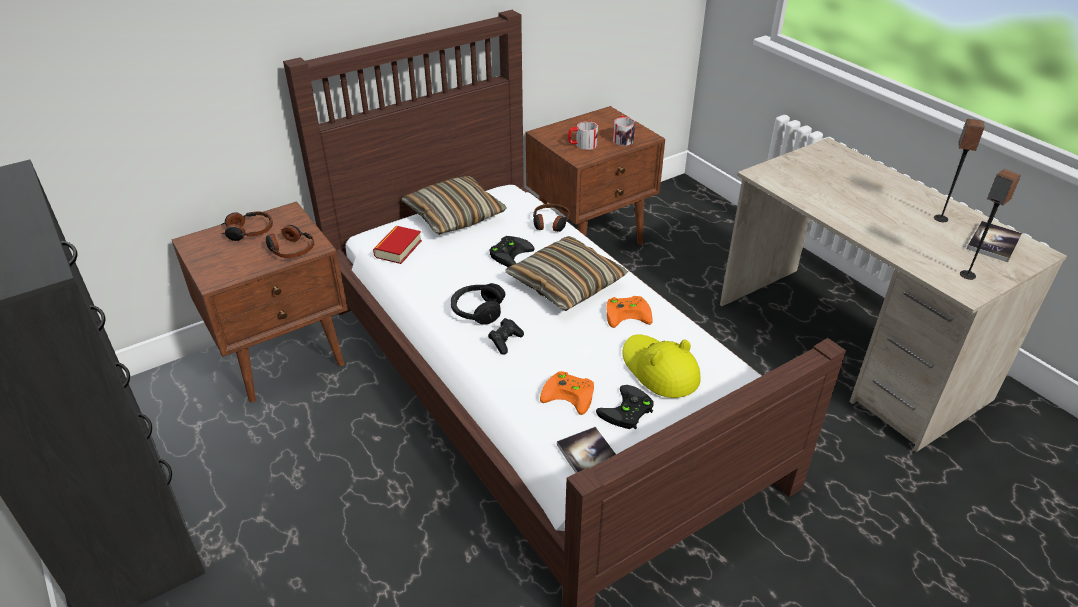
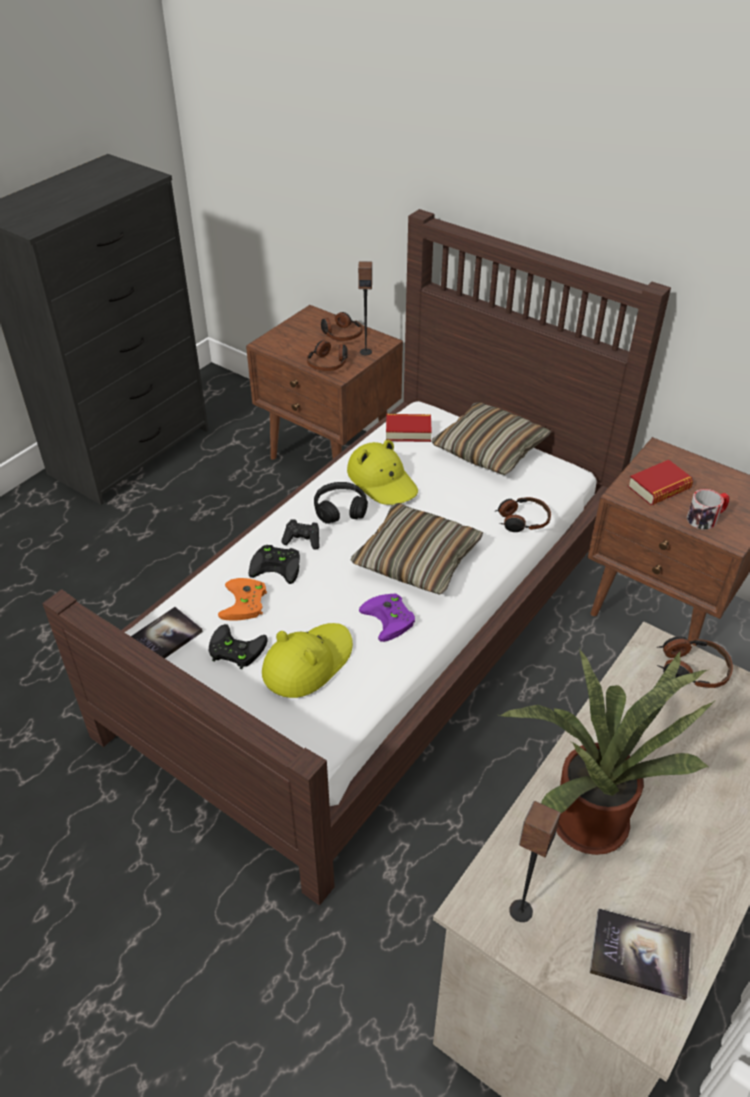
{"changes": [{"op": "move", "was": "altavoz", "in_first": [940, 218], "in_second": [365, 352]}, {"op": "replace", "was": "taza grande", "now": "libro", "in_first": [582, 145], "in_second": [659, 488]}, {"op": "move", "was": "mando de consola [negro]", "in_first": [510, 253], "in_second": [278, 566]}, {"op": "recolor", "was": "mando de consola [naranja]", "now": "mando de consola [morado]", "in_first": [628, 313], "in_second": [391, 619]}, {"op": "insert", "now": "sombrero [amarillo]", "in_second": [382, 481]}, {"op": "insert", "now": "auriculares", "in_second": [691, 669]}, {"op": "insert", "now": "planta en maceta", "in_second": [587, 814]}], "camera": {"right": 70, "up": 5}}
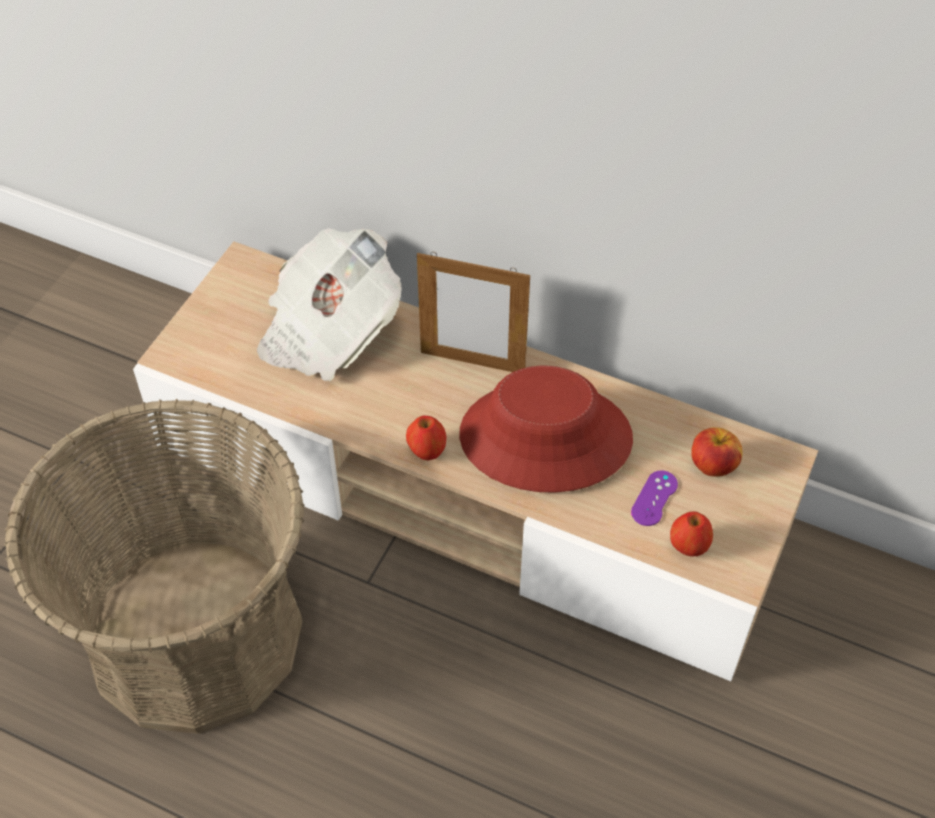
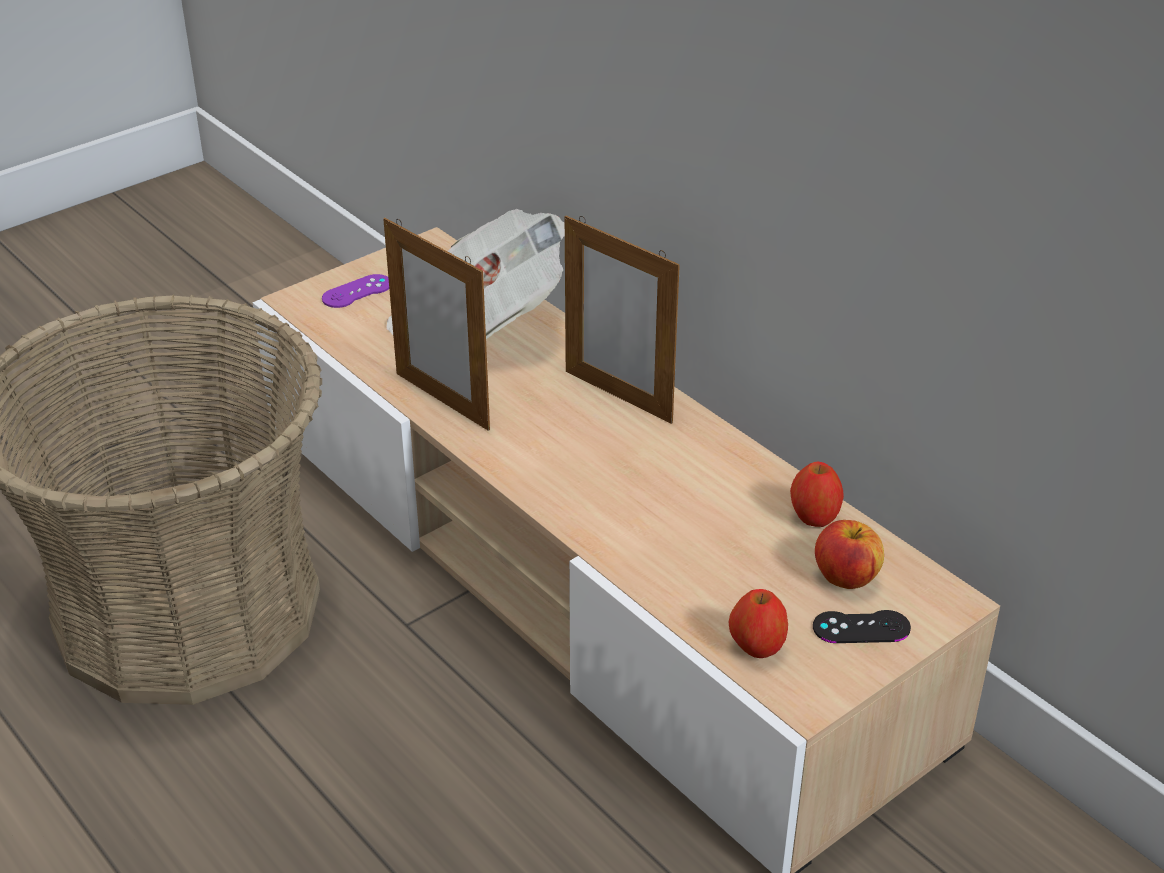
{"changes": [{"op": "delete", "was": "sombrero [rojo]", "in_first": [545, 438]}, {"op": "move", "was": "manzana", "in_first": [427, 451], "in_second": [814, 518]}, {"op": "move", "was": "mando de consola [morado]", "in_first": [654, 498], "in_second": [357, 291]}, {"op": "insert", "now": "portarretratos", "in_second": [442, 401]}, {"op": "insert", "now": "mando de consola [negro]", "in_second": [861, 627]}], "camera": {"right": 25, "up": -15}}
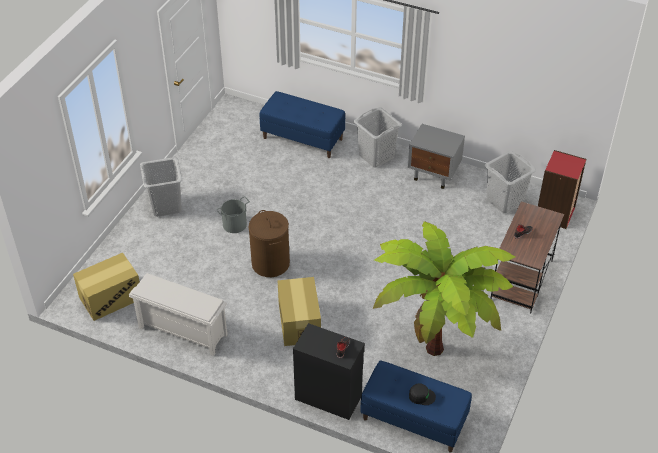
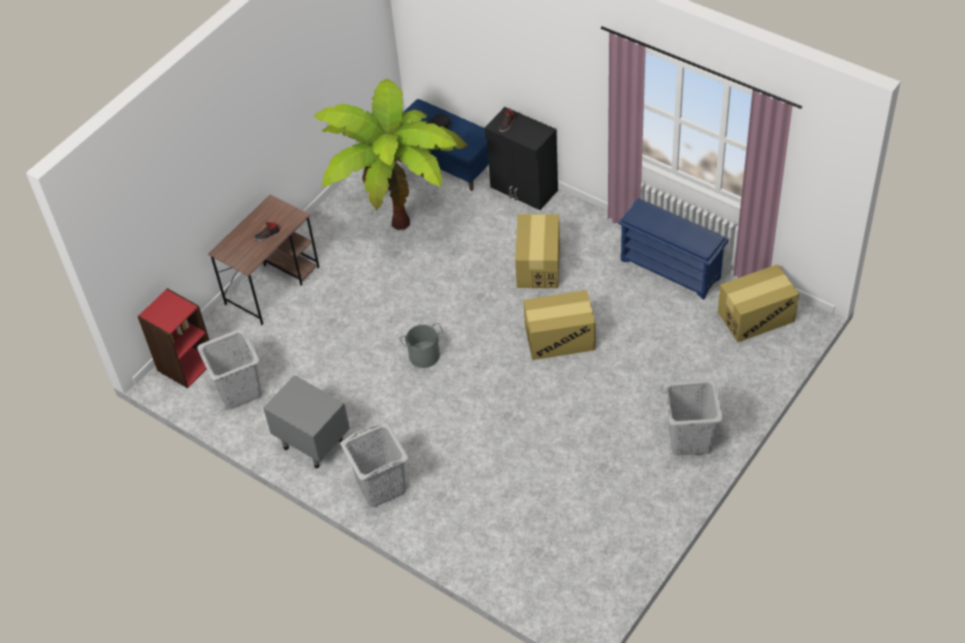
{"changes": [{"op": "delete", "was": "banco [azul]", "in_first": [303, 138]}, {"op": "move", "was": "cubo [gris]", "in_first": [235, 224], "in_second": [424, 355]}, {"op": "replace", "was": "cesto de la ropa [marrón]", "now": "caja de cartón", "in_first": [271, 263], "in_second": [559, 338]}, {"op": "recolor", "was": "zapatero [blanco]", "now": "zapatero [azul]", "in_first": [182, 331], "in_second": [671, 269]}], "camera": {"right": -165, "up": 5}}
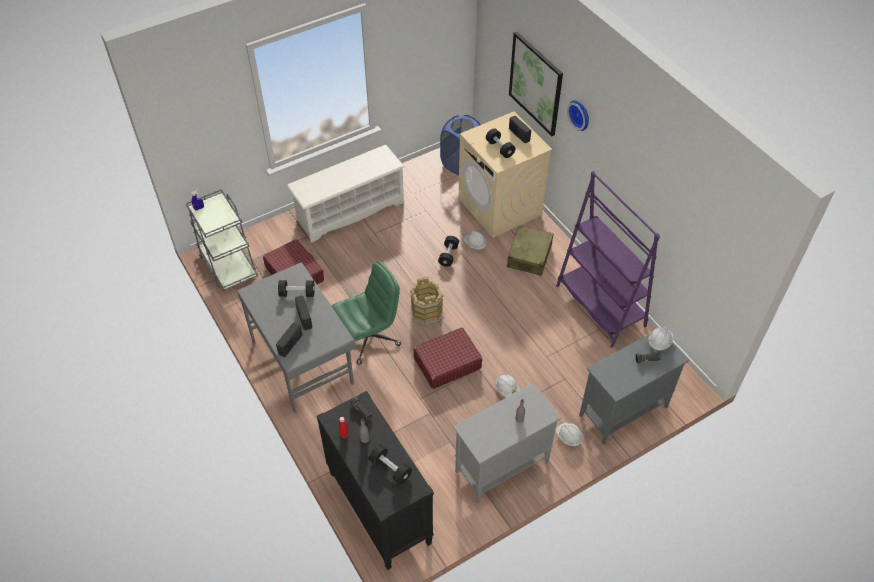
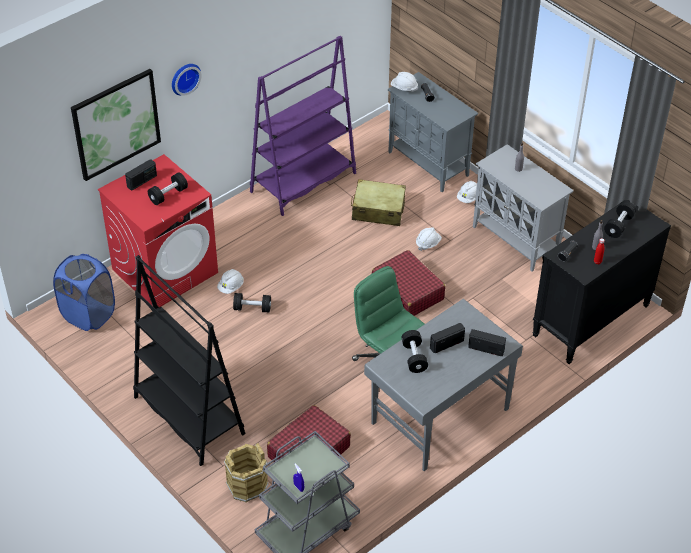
{"changes": [{"op": "recolor", "was": "lavadora [beis]", "now": "lavadora [rojo]", "in_first": [500, 207], "in_second": [165, 270]}, {"op": "replace", "was": "zapatero [blanco]", "now": "estantería [negro]", "in_first": [350, 211], "in_second": [189, 415]}, {"op": "move", "was": "maleta [beis]", "in_first": [529, 256], "in_second": [378, 210]}, {"op": "move", "was": "cubo [marrón]", "in_first": [427, 312], "in_second": [247, 485]}], "camera": {"right": -100, "up": -5}}
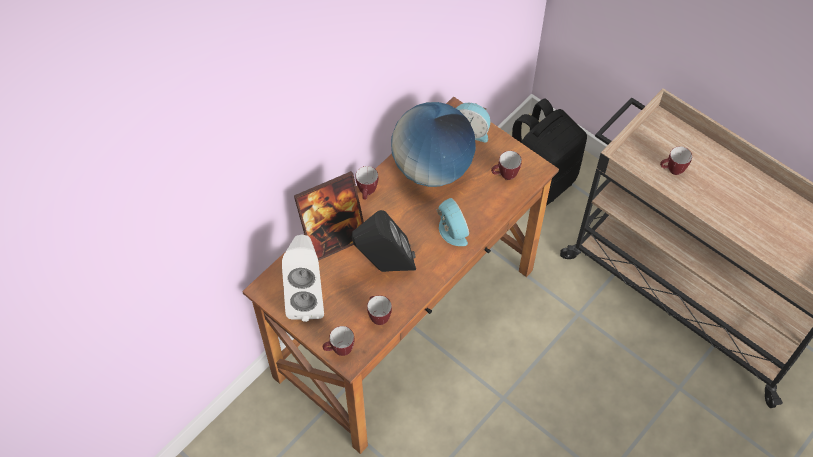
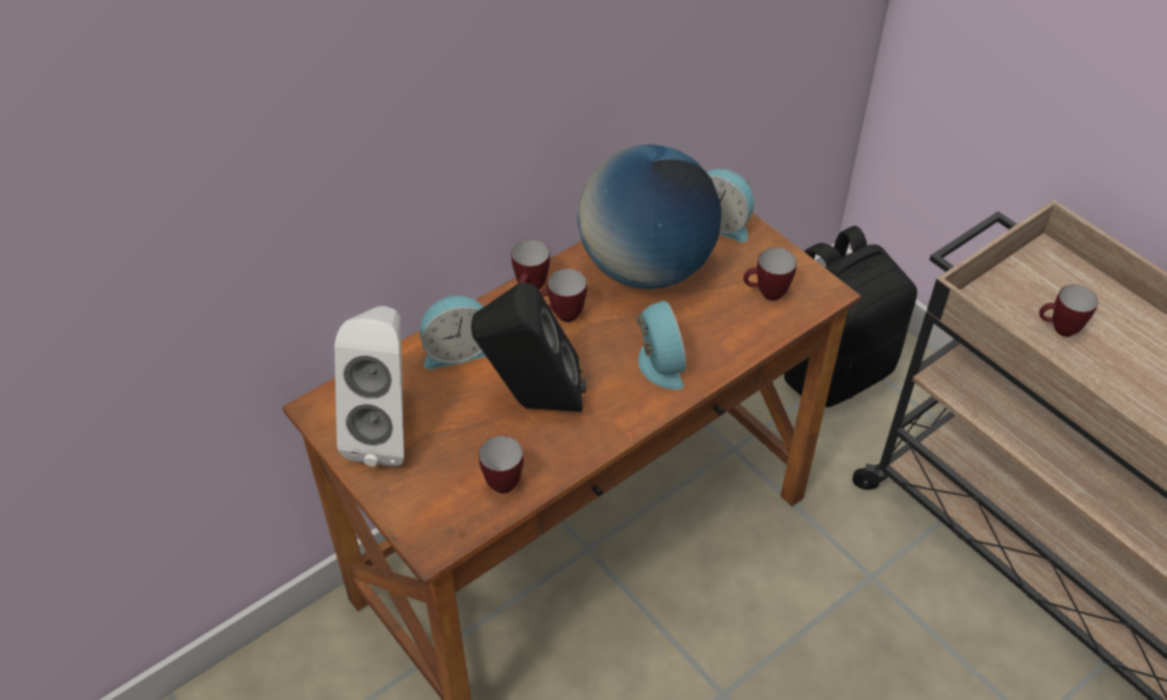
{"changes": [{"op": "replace", "was": "portarretratos", "now": "despertador", "in_first": [334, 239], "in_second": [457, 350]}, {"op": "move", "was": "taza grande", "in_first": [339, 351], "in_second": [561, 316]}], "camera": {"right": 10, "up": -10}}
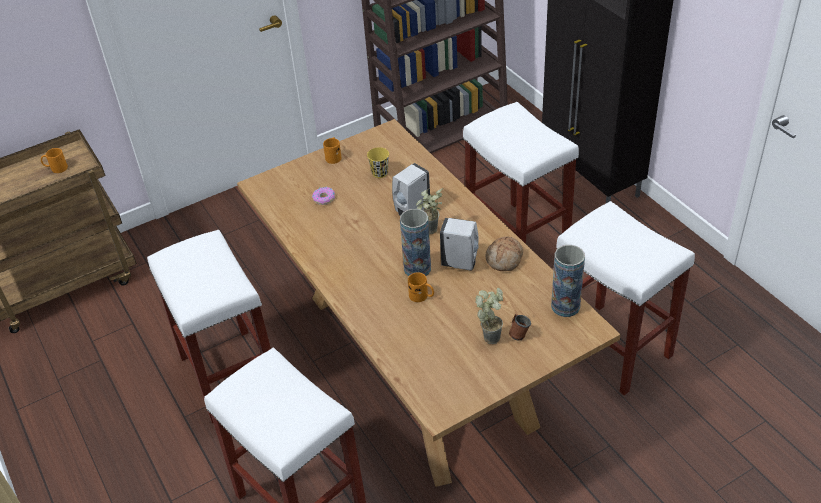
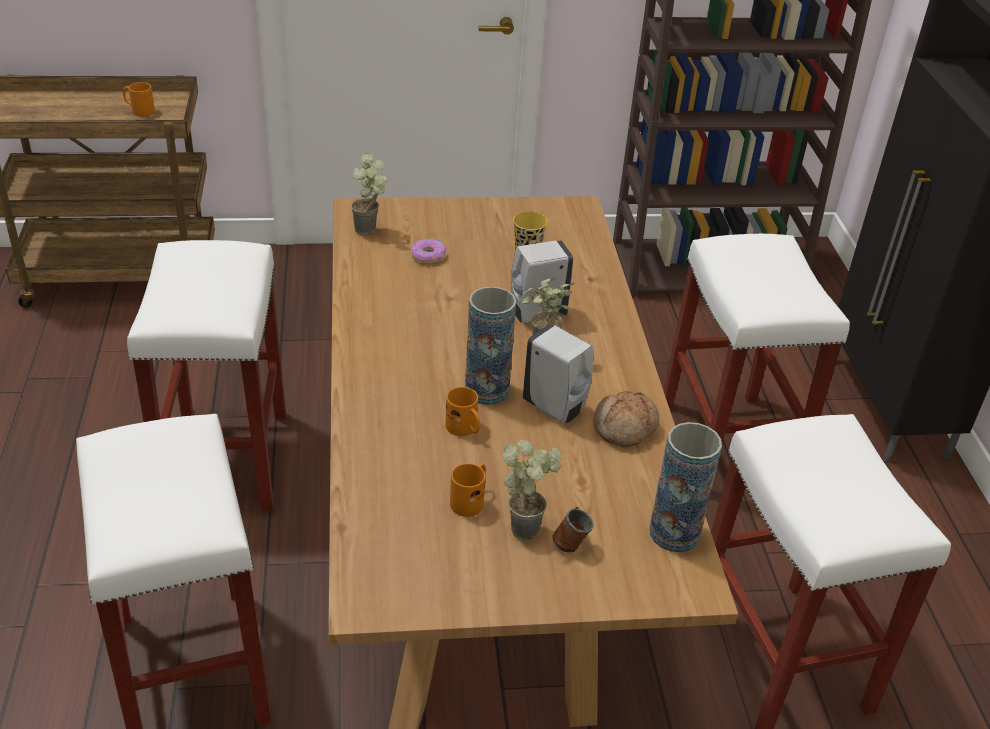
{"changes": [{"op": "move", "was": "taza grande [naranja]", "in_first": [333, 156], "in_second": [470, 500]}, {"op": "insert", "now": "planta en maceta", "in_second": [371, 231]}], "camera": {"right": 20, "up": -5}}
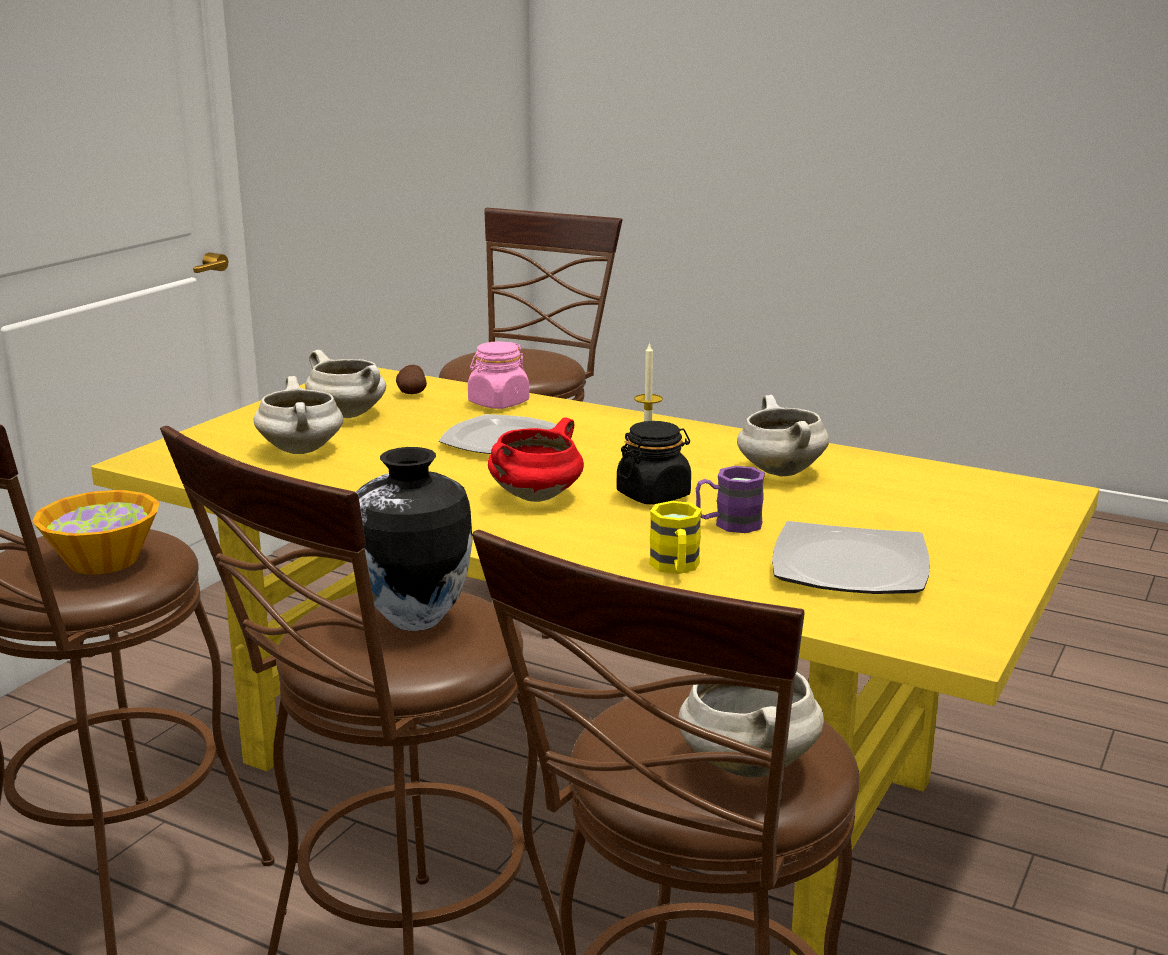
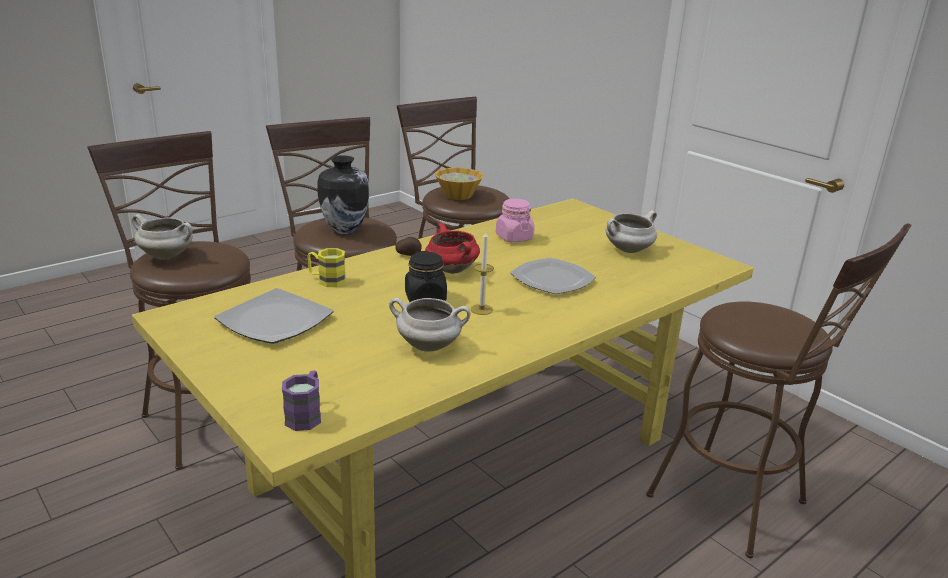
{"changes": [{"op": "move", "was": "tarro [rosa]", "in_first": [498, 403], "in_second": [514, 237]}, {"op": "move", "was": "patata", "in_first": [411, 393], "in_second": [408, 255]}, {"op": "delete", "was": "olla [blanco]", "in_first": [302, 450]}, {"op": "move", "was": "taza grande [morado]", "in_first": [728, 524], "in_second": [306, 415]}], "camera": {"right": 110, "up": 5}}
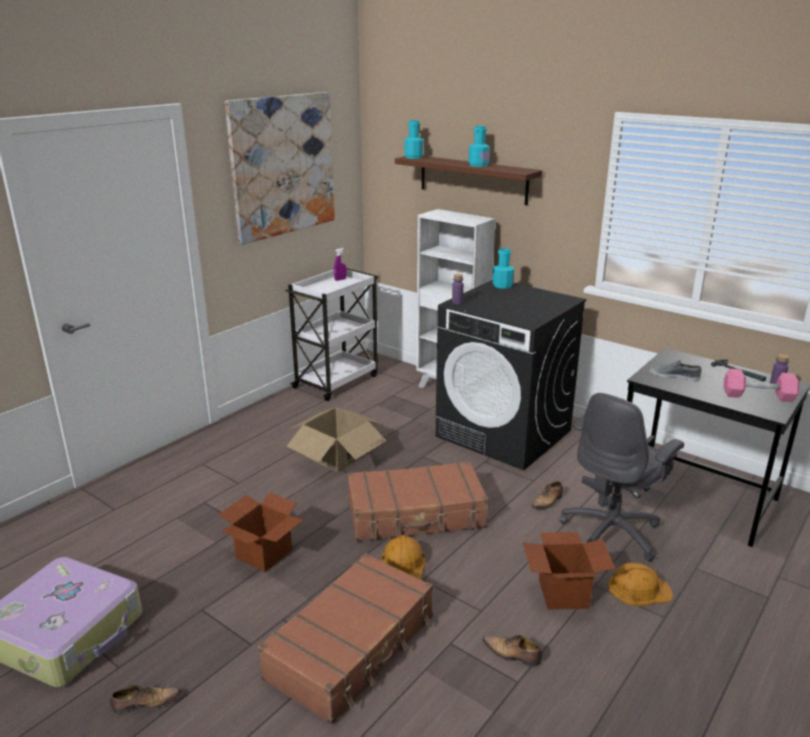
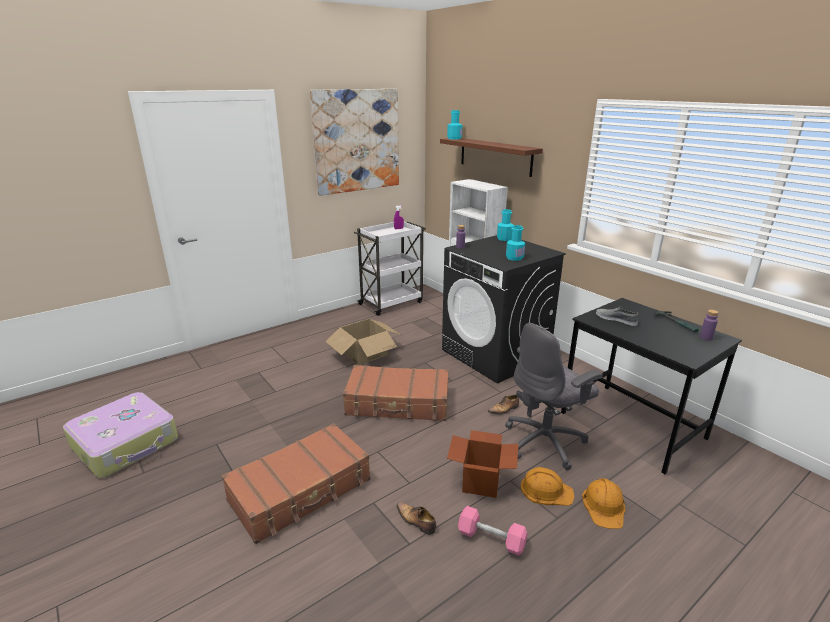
{"changes": [{"op": "move", "was": "botella [turquesa]", "in_first": [478, 165], "in_second": [514, 258]}, {"op": "move", "was": "mancuerna [rosa]", "in_first": [758, 396], "in_second": [491, 538]}, {"op": "delete", "was": "caja de cartón", "in_first": [264, 554]}, {"op": "move", "was": "casco [naranja]", "in_first": [404, 564], "in_second": [604, 506]}, {"op": "delete", "was": "zapato", "in_first": [145, 703]}], "camera": {"right": 15, "up": 0}}
